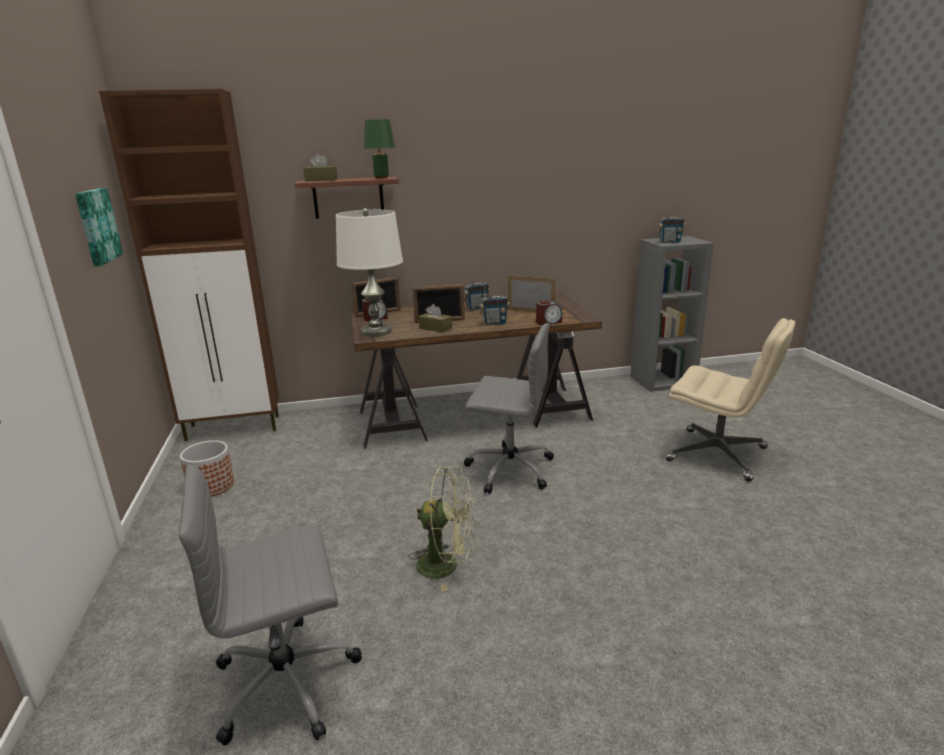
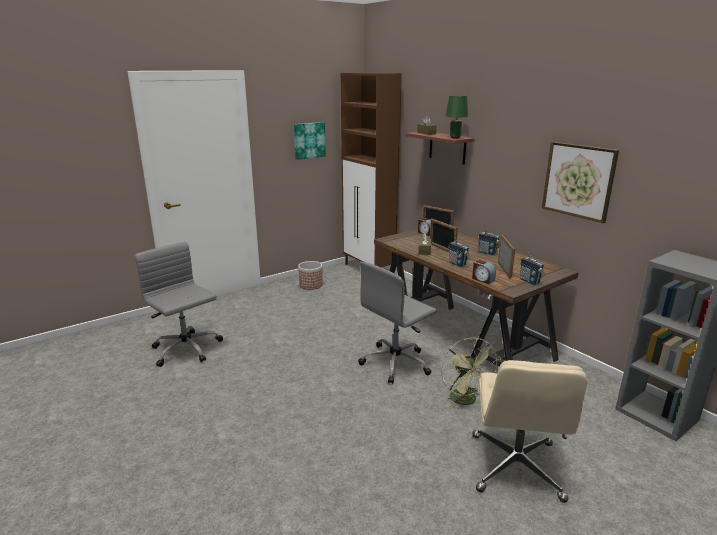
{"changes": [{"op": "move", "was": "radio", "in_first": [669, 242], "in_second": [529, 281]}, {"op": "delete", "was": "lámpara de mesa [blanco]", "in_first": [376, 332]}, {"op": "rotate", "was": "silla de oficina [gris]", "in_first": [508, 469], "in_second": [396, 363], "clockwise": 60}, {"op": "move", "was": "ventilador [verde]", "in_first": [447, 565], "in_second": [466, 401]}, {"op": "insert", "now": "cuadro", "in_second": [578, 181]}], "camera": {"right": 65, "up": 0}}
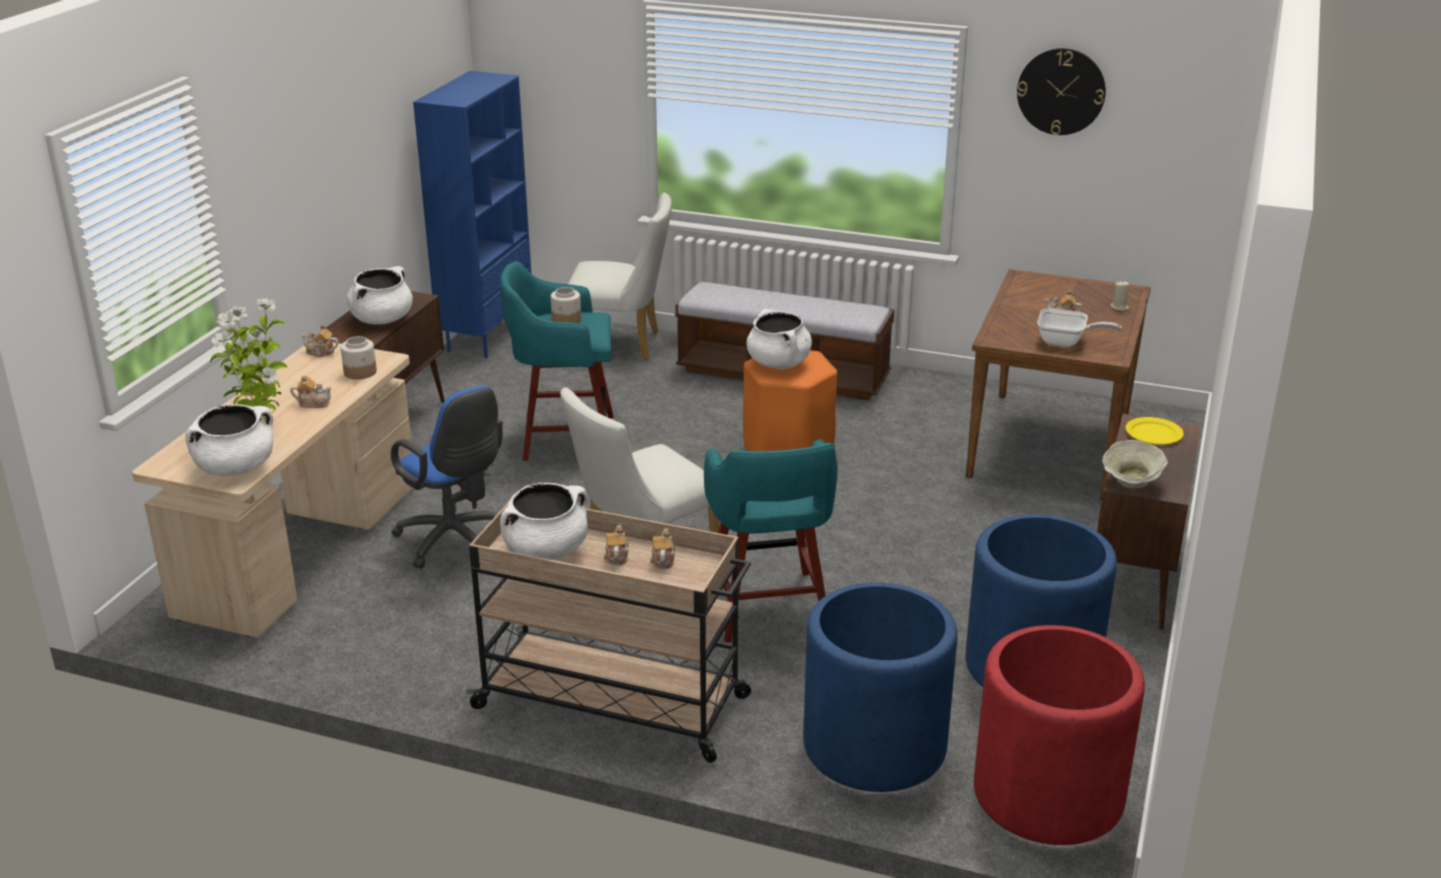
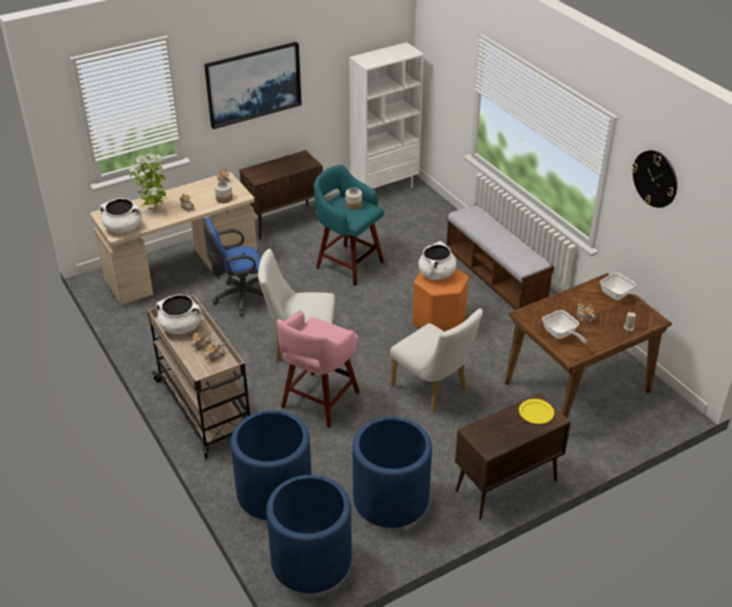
{"changes": [{"op": "recolor", "was": "estantería [azul]", "now": "estantería [blanco]", "in_first": [486, 336], "in_second": [384, 188]}, {"op": "move", "was": "silla [blanco]", "in_first": [622, 344], "in_second": [433, 390]}, {"op": "delete", "was": "olla [blanco]", "in_first": [382, 319]}, {"op": "rotate", "was": "silla de oficina [azul]", "in_first": [456, 543], "in_second": [240, 298], "clockwise": 75}, {"op": "recolor", "was": "taburete [turquesa]", "now": "taburete [rosa]", "in_first": [768, 609], "in_second": [318, 401]}, {"op": "delete", "was": "cuenco [beis]", "in_first": [1131, 483]}, {"op": "recolor", "was": "maceta [rojo]", "now": "maceta [azul]", "in_first": [1048, 795], "in_second": [311, 561]}, {"op": "insert", "now": "cuadro", "in_second": [253, 84]}, {"op": "insert", "now": "sartén", "in_second": [618, 296]}], "camera": {"right": 40, "up": 10}}
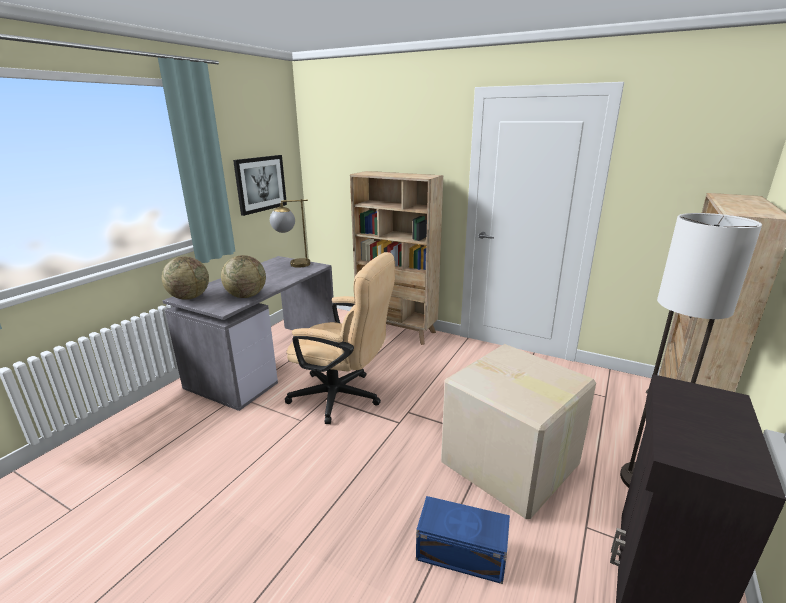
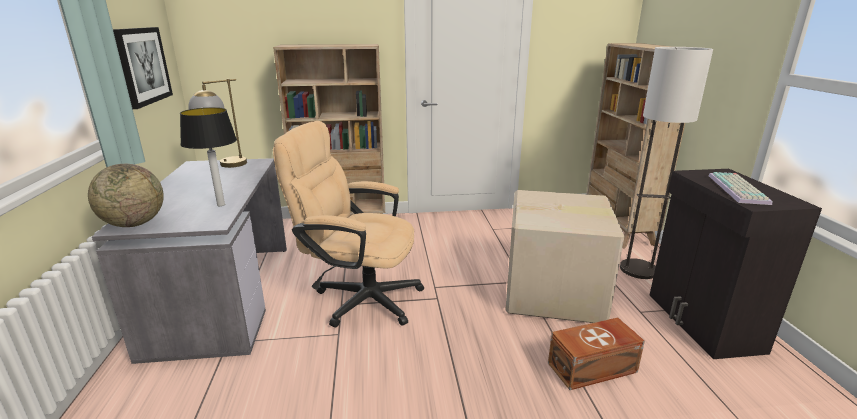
{"changes": [{"op": "rotate", "was": "silla de oficina [beis]", "in_first": [343, 397], "in_second": [359, 297], "clockwise": -150}, {"op": "replace", "was": "globo terráqueo", "now": "lámpara de mesa", "in_first": [246, 296], "in_second": [220, 205]}, {"op": "recolor", "was": "caja de almacenaje [azul]", "now": "caja de almacenaje [marrón]", "in_first": [462, 554], "in_second": [594, 368]}, {"op": "insert", "now": "teclado", "in_second": [739, 189]}], "camera": {"right": -35, "up": 0}}
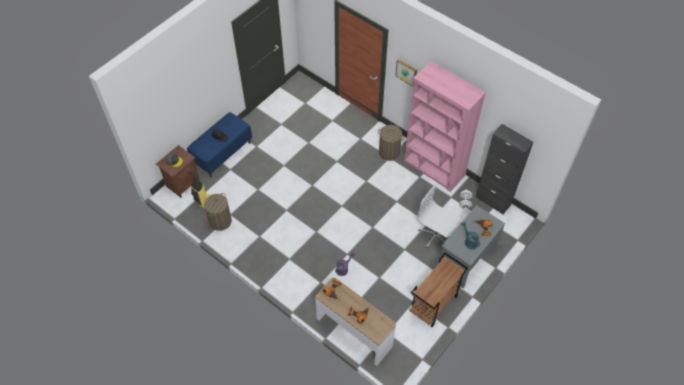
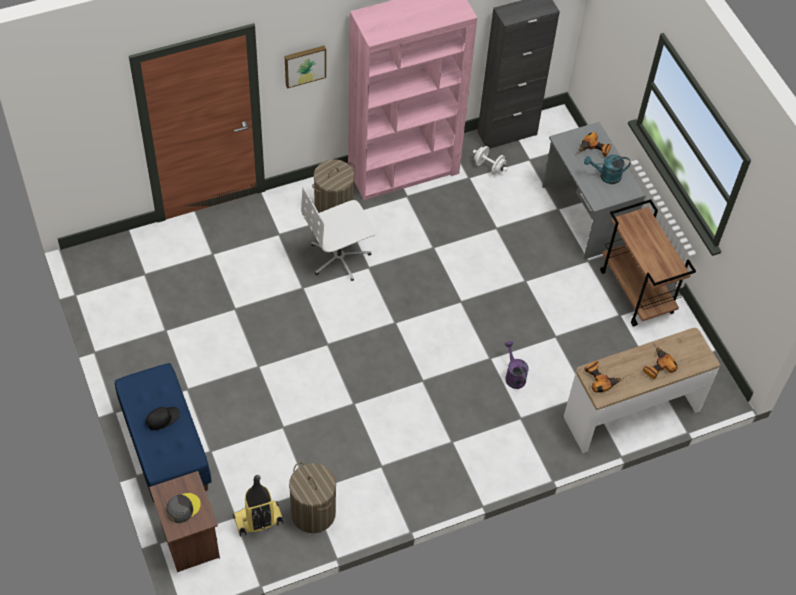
{"changes": [{"op": "move", "was": "silla de oficina [blanco]", "in_first": [436, 235], "in_second": [339, 257]}], "camera": {"right": -65, "up": 0}}
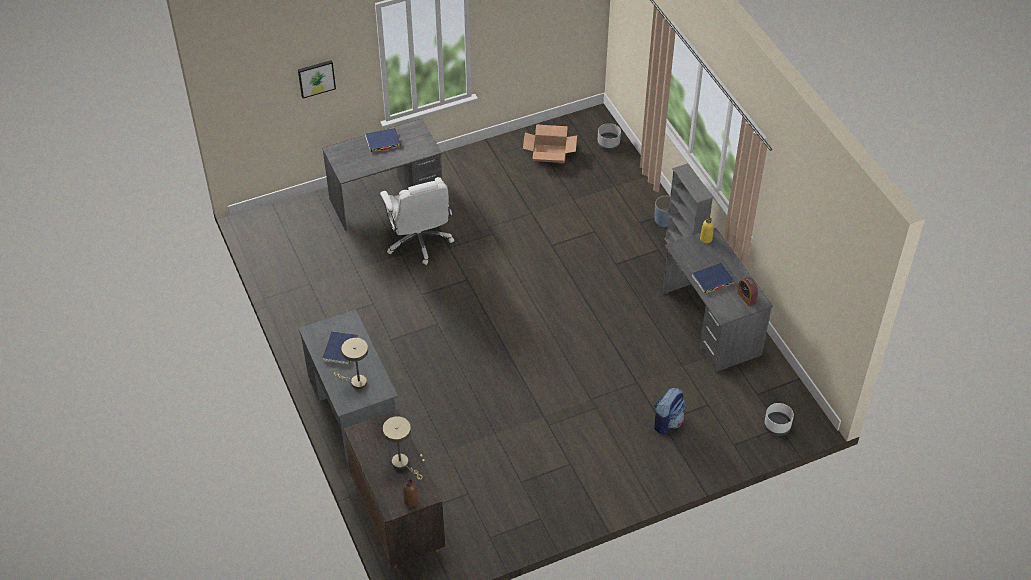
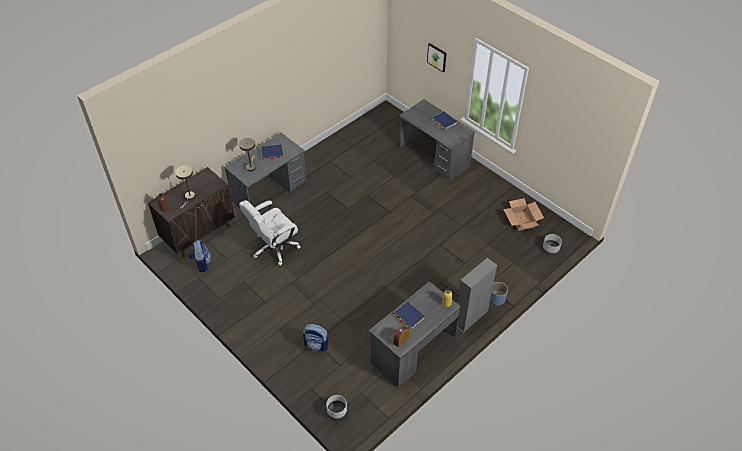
{"changes": [{"op": "move", "was": "silla de oficina [blanco]", "in_first": [419, 241], "in_second": [274, 247]}, {"op": "insert", "now": "mochila", "in_second": [201, 264]}], "camera": {"right": 70, "up": 0}}
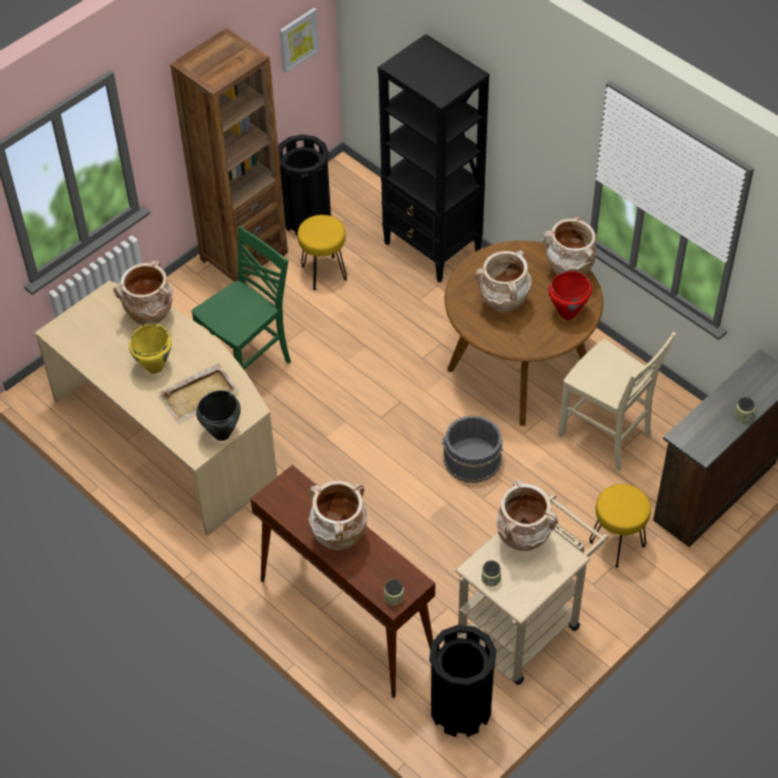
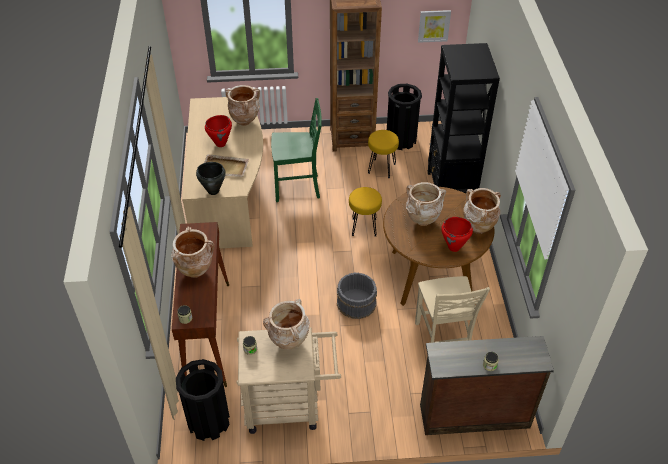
{"changes": [{"op": "recolor", "was": "olla [amarillo]", "now": "olla [rojo]", "in_first": [155, 367], "in_second": [221, 144]}, {"op": "move", "was": "taburete [amarillo]", "in_first": [617, 544], "in_second": [363, 227]}], "camera": {"right": 40, "up": -5}}
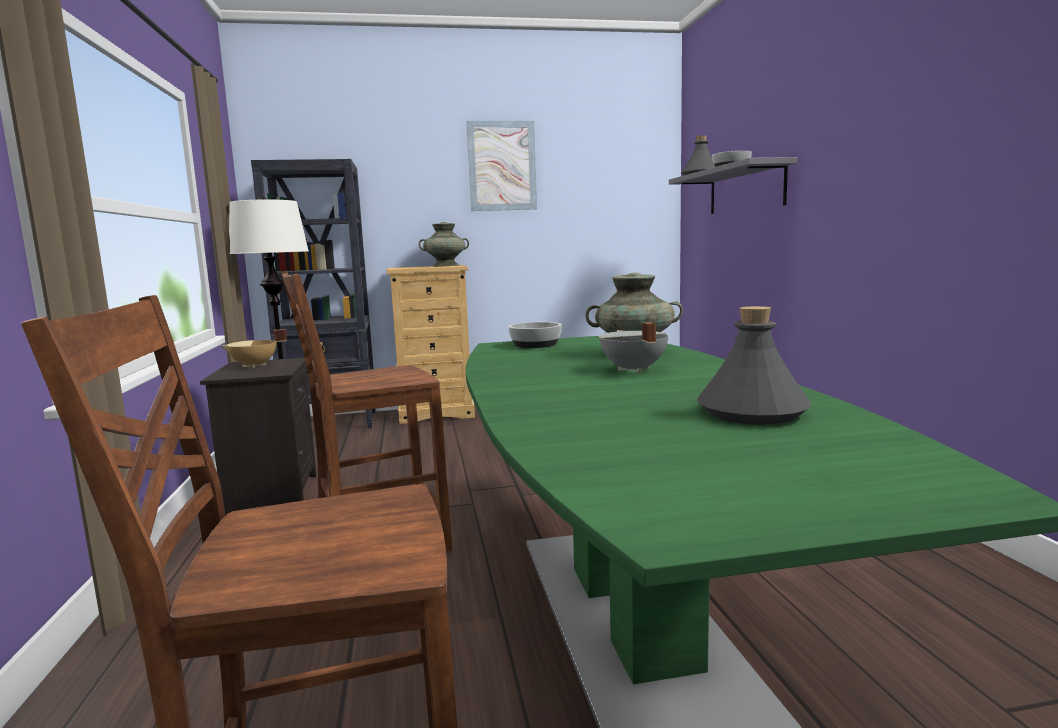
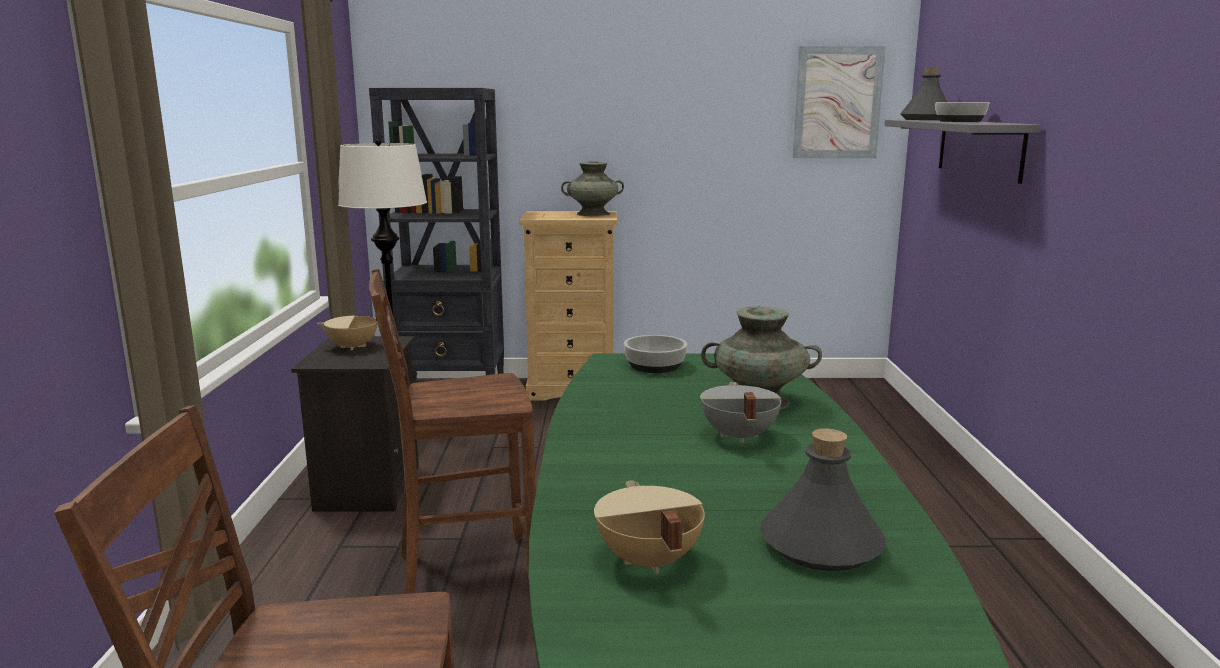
{"changes": [{"op": "move", "was": "cuadro", "in_first": [502, 166], "in_second": [837, 103]}, {"op": "insert", "now": "olla [beis]", "in_second": [647, 561]}], "camera": {"right": 10, "up": 5}}
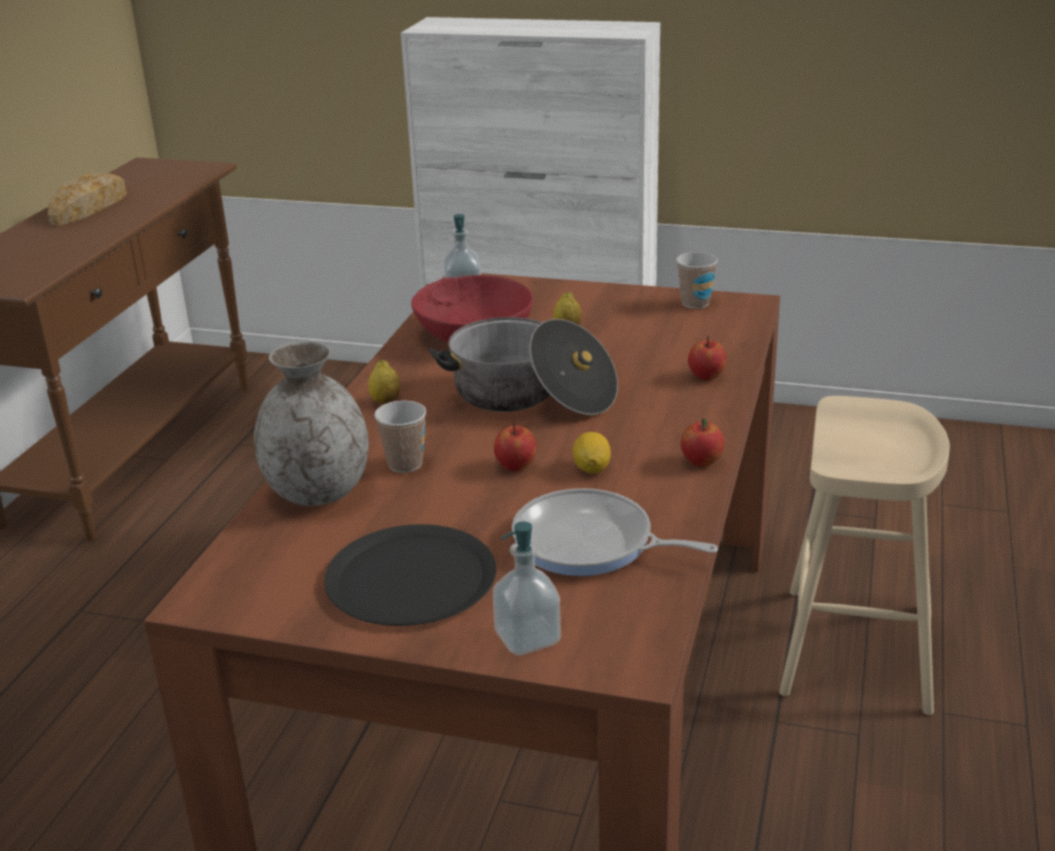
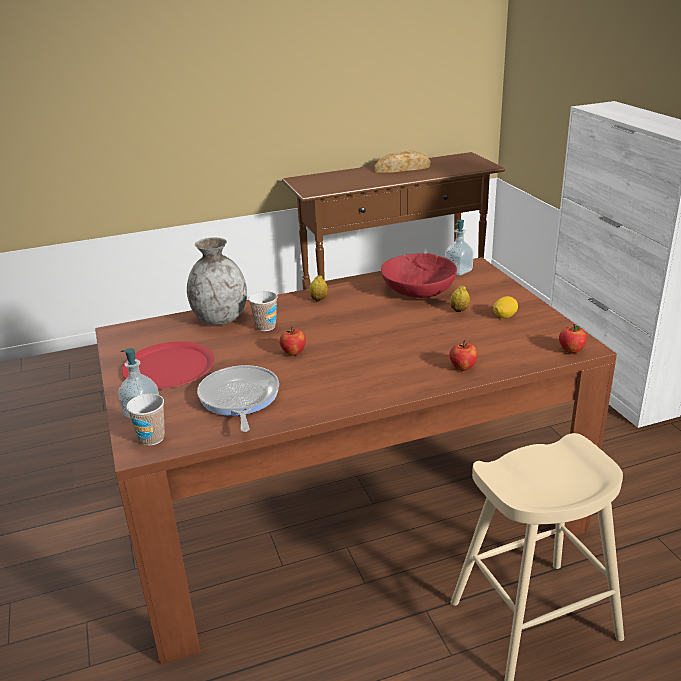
{"changes": [{"op": "move", "was": "taza", "in_first": [695, 303], "in_second": [152, 438]}, {"op": "delete", "was": "olla", "in_first": [530, 395]}, {"op": "move", "was": "manzana", "in_first": [701, 462], "in_second": [571, 350]}, {"op": "move", "was": "limón", "in_first": [592, 468], "in_second": [505, 316]}, {"op": "recolor", "was": "plato [negro]", "now": "plato [rojo]", "in_first": [410, 578], "in_second": [169, 367]}], "camera": {"right": 55, "up": 0}}
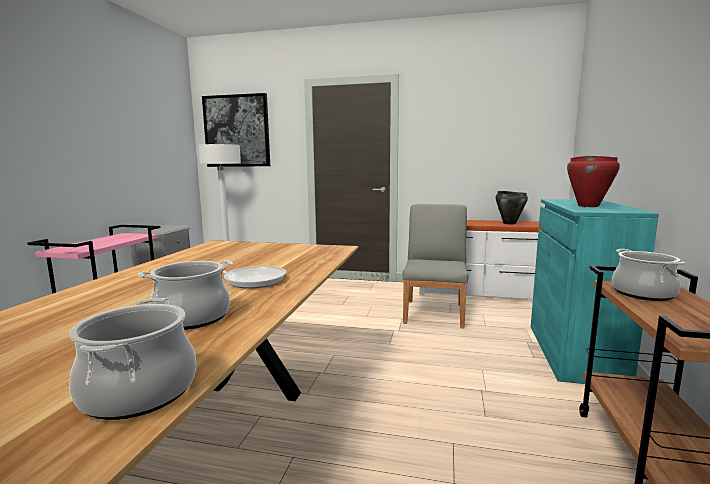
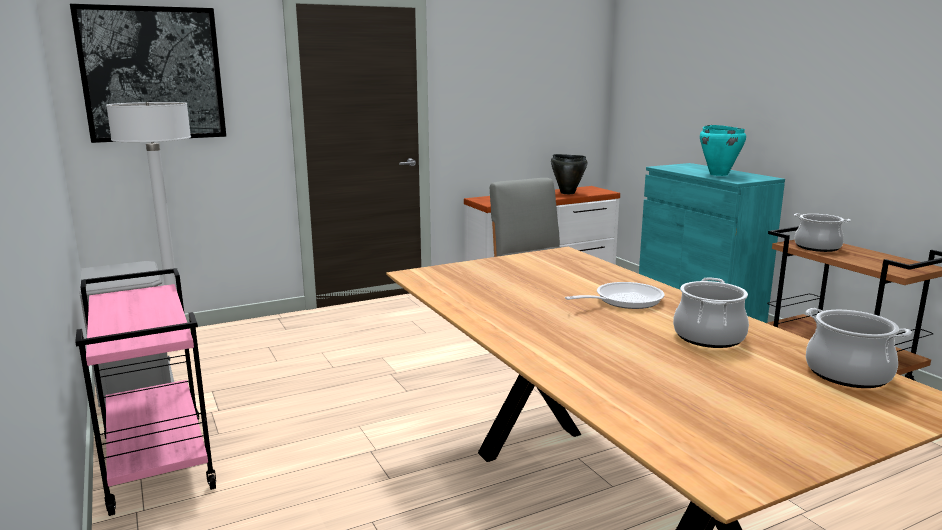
{"changes": [{"op": "recolor", "was": "olla [rojo]", "now": "olla [turquesa]", "in_first": [588, 206], "in_second": [719, 174]}], "camera": {"right": -40, "up": 5}}
